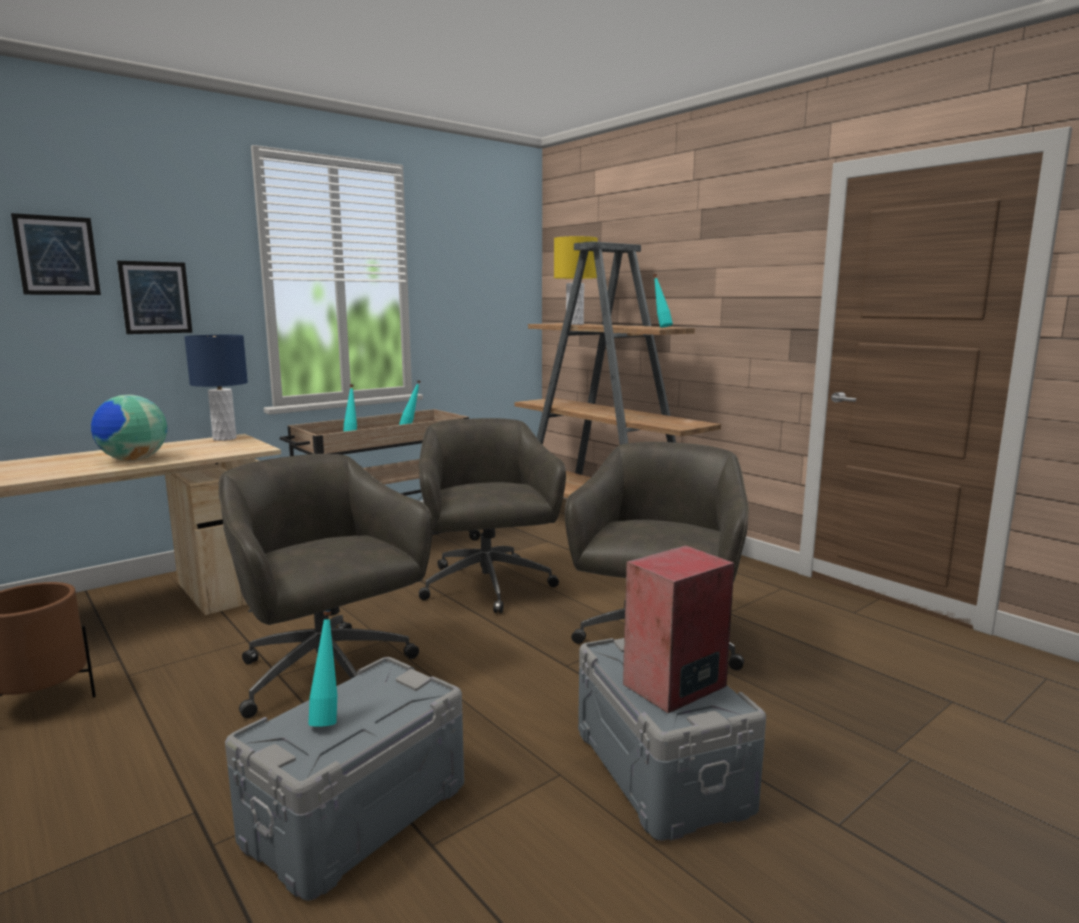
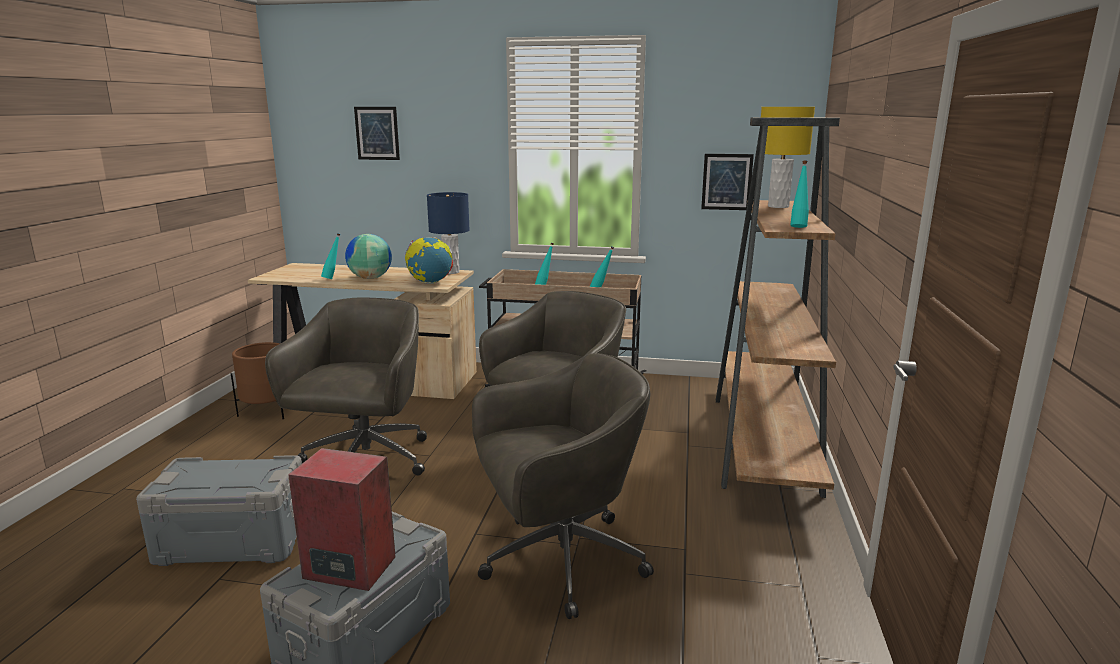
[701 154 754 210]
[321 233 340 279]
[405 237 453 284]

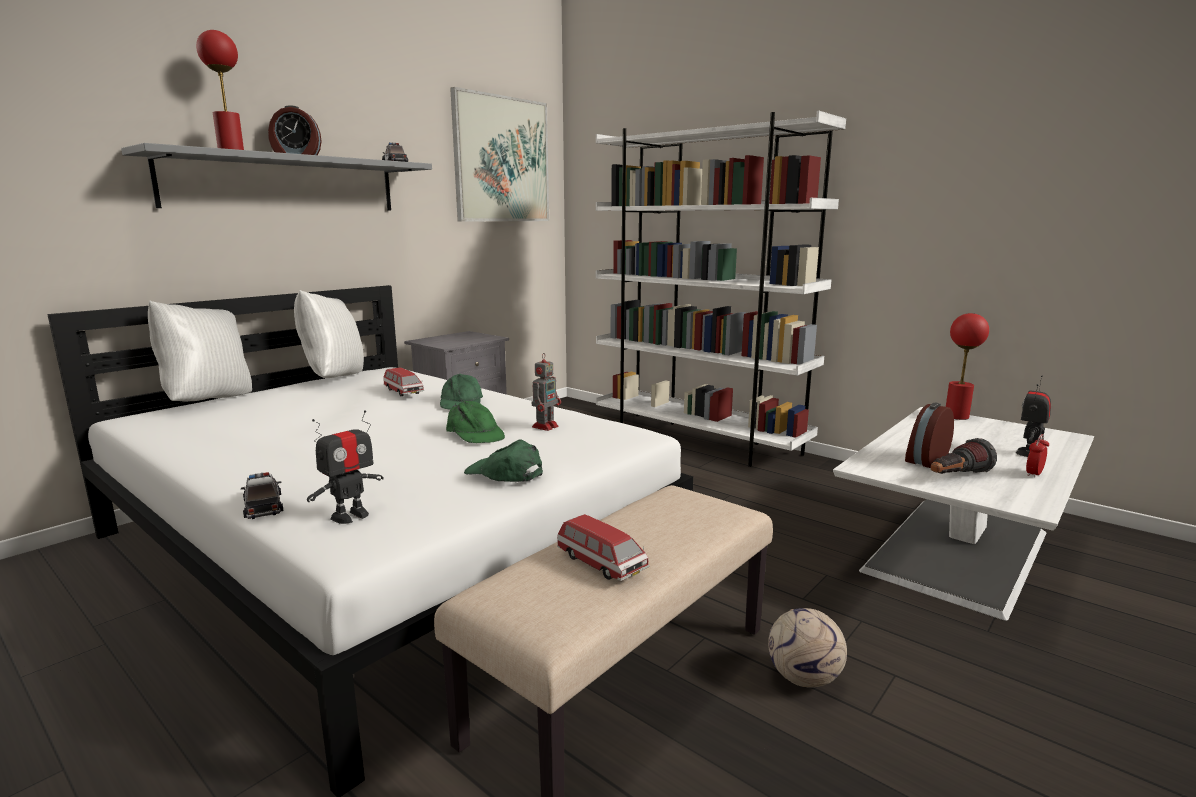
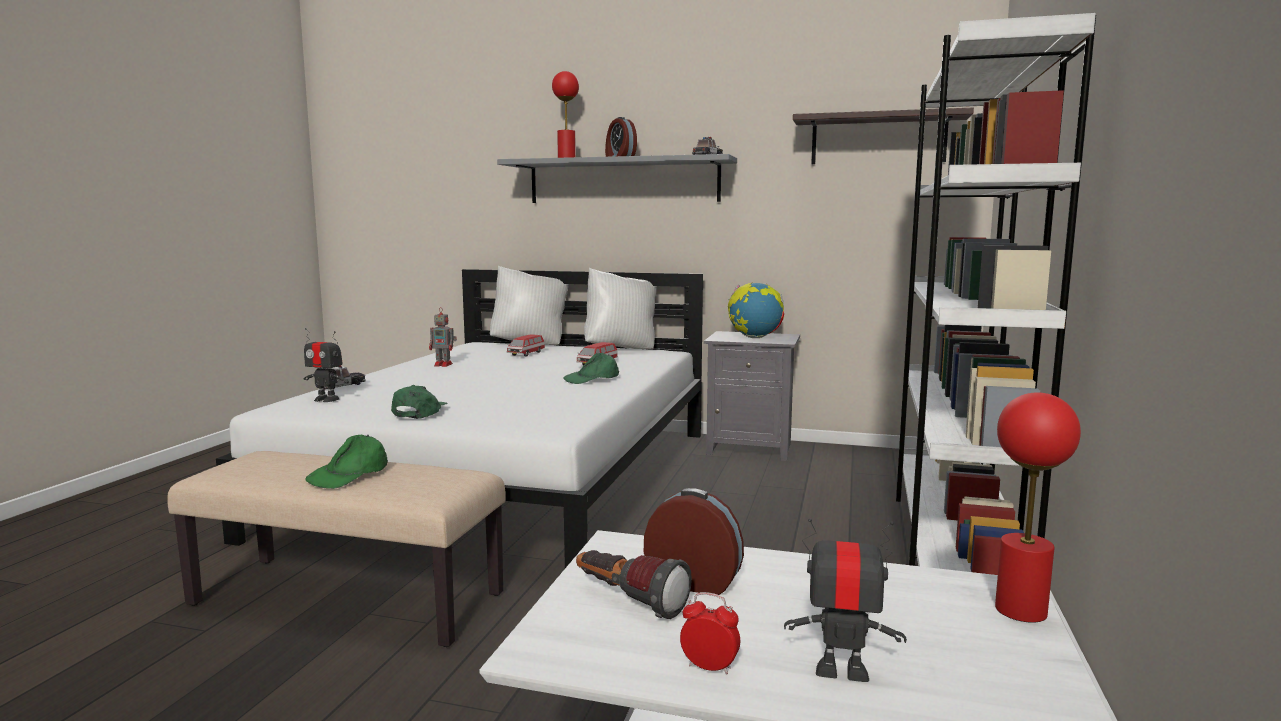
[305 435 387 489]
[793 108 974 164]
[429 307 457 367]
[507 334 545 357]
[768 608 847 688] (first image)
[728 283 785 338]

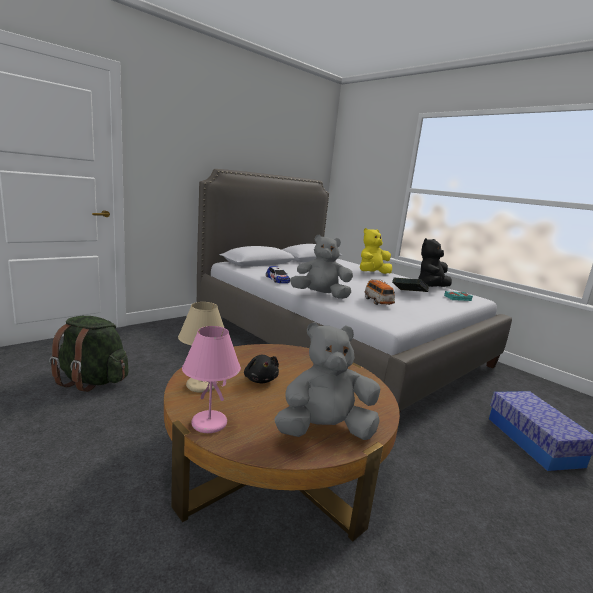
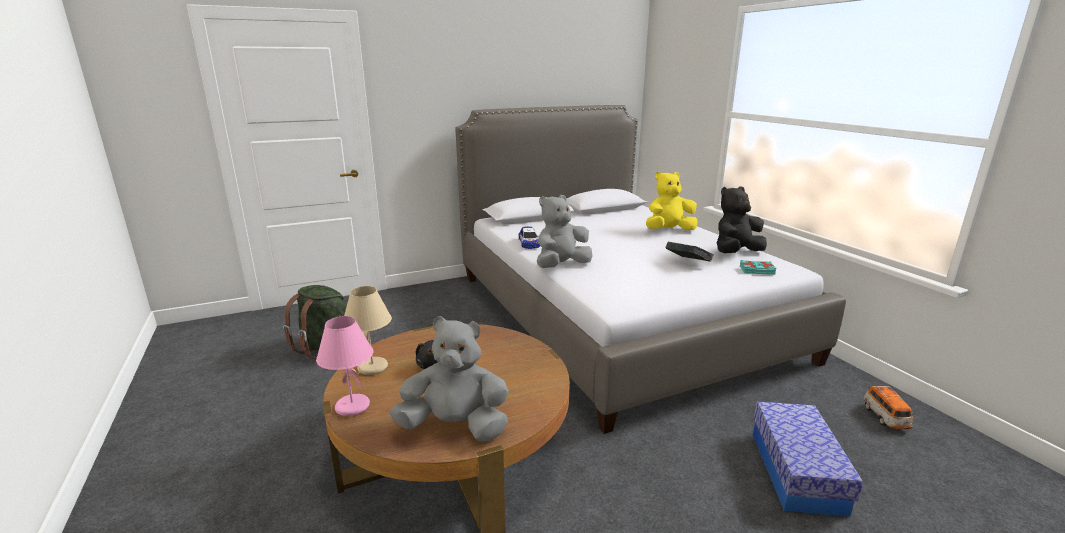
[537 195 592 268]
[864 386 913 429]

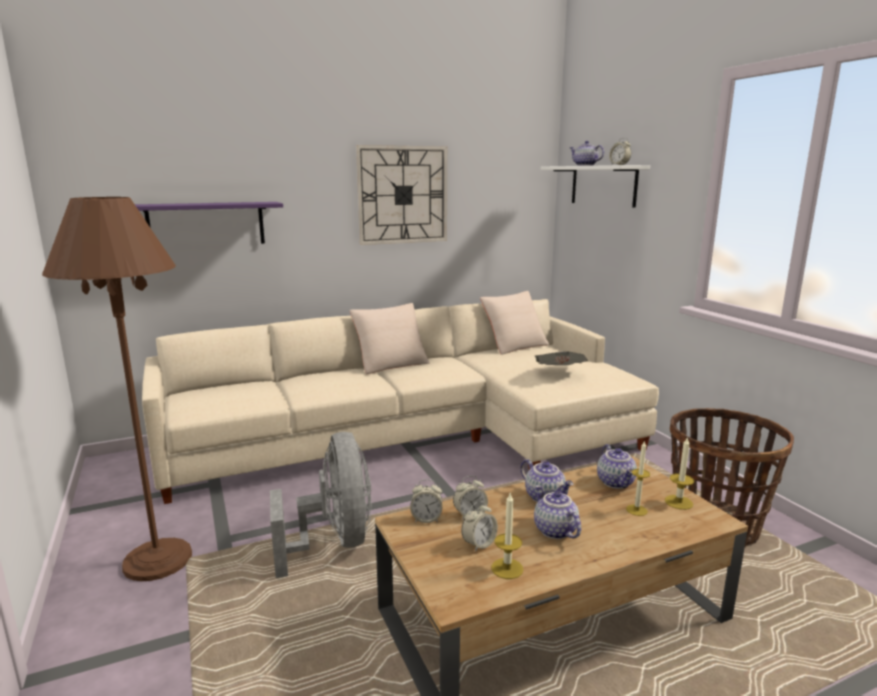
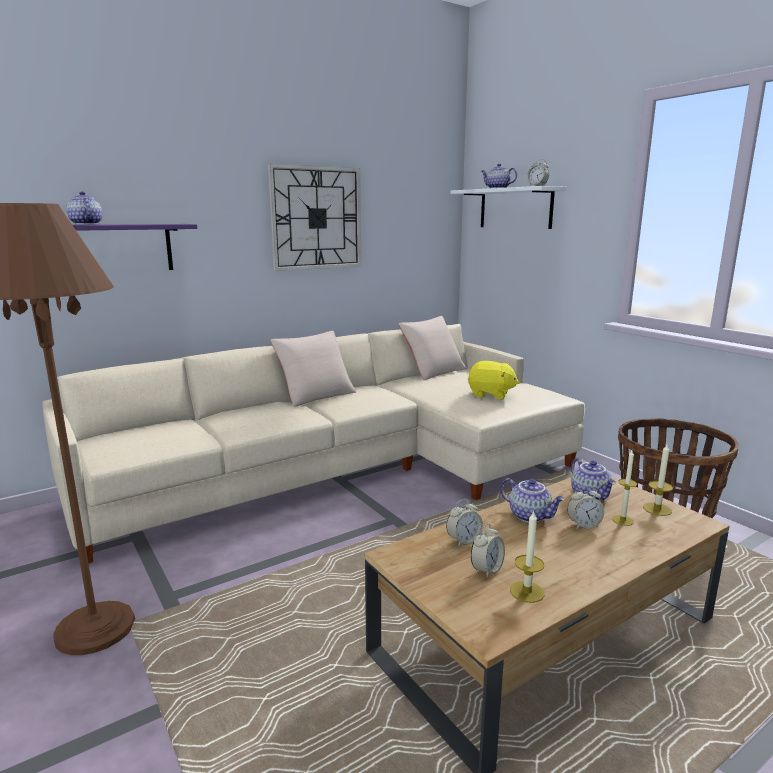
[270 432 372 578] (first image)
[567 485 604 529]
[66 192 102 225]
[468 361 520 399]

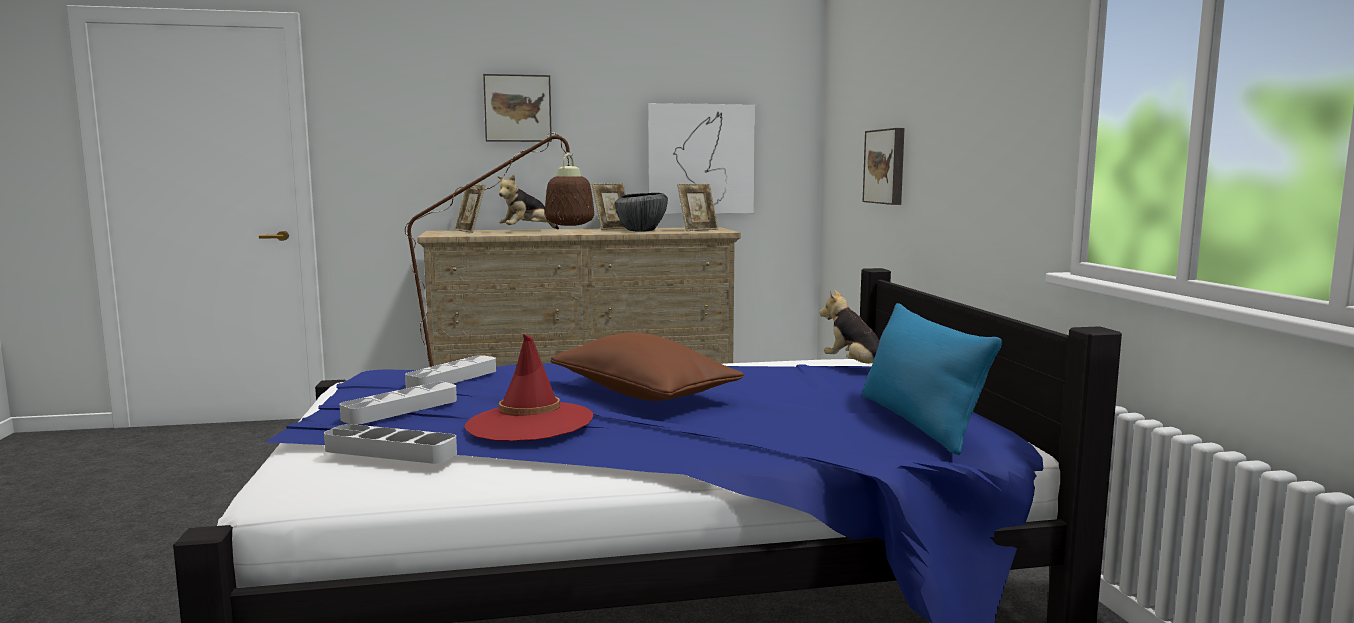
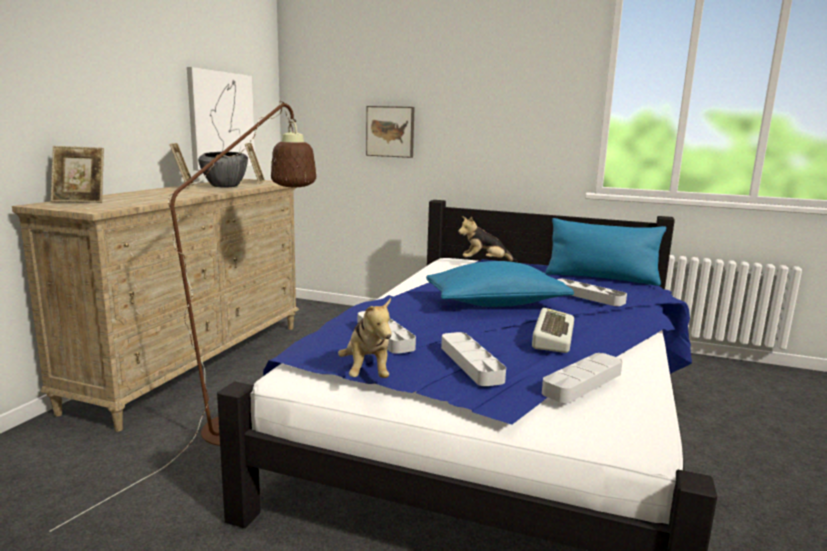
[532 308 574 353]
[483 74 552 142] (first image)
[338 298 392 378]
[426 261 574 307]
[557 279 627 306]

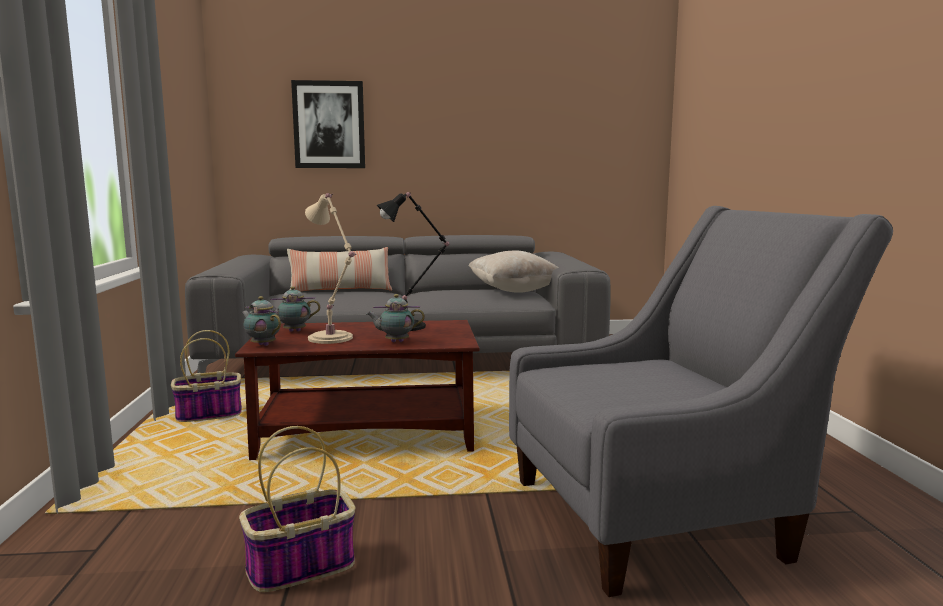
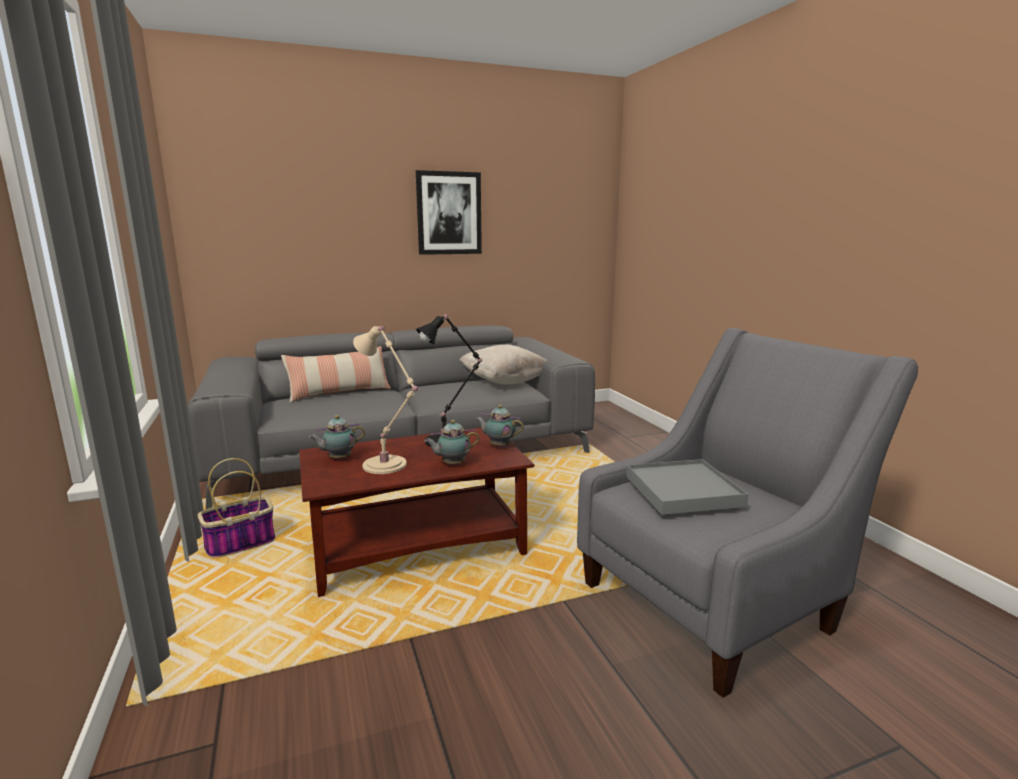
[239 426 356 592] (first image)
[476 405 524 447]
[416 170 482 255]
[626 459 749 515]

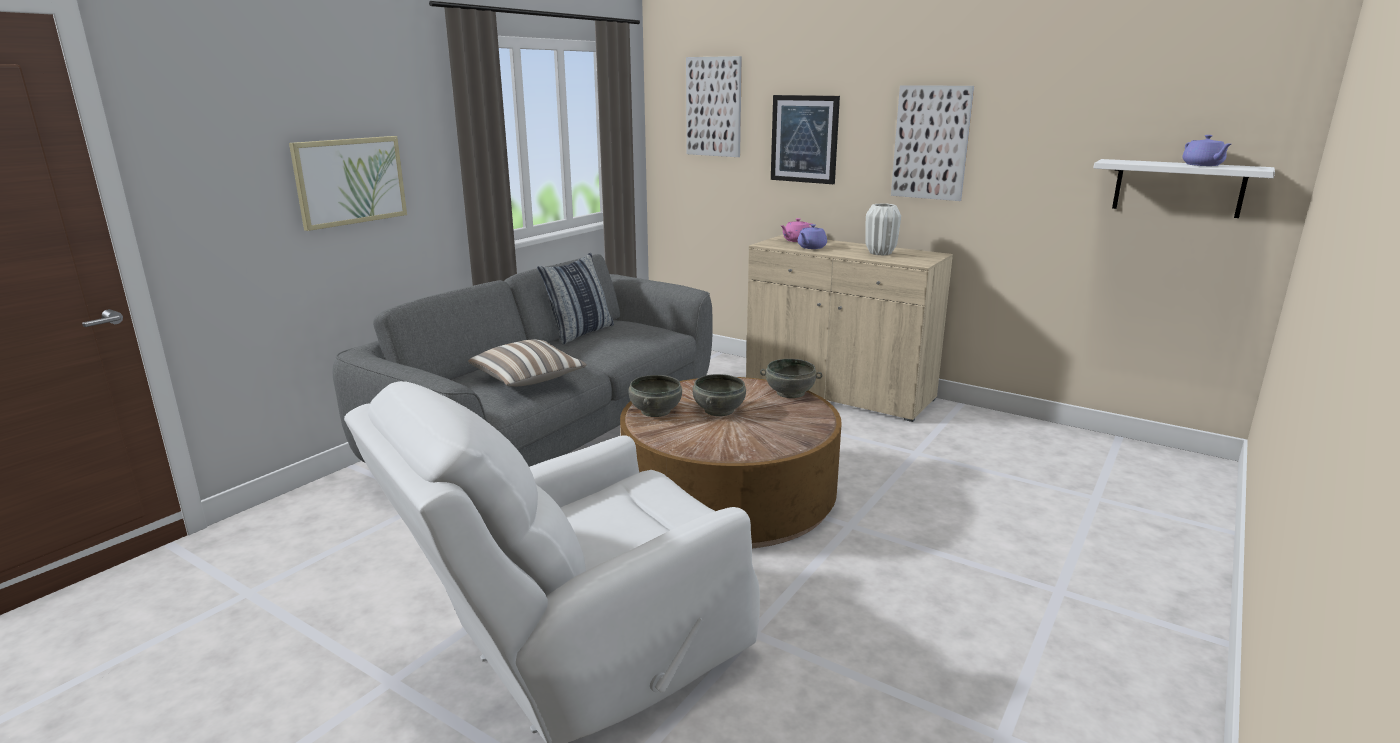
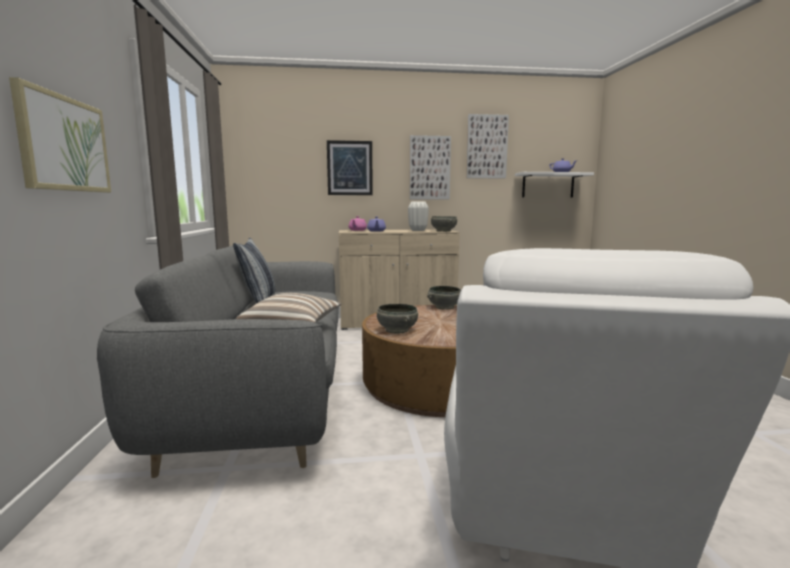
[466 114 509 178]
[431 216 457 232]

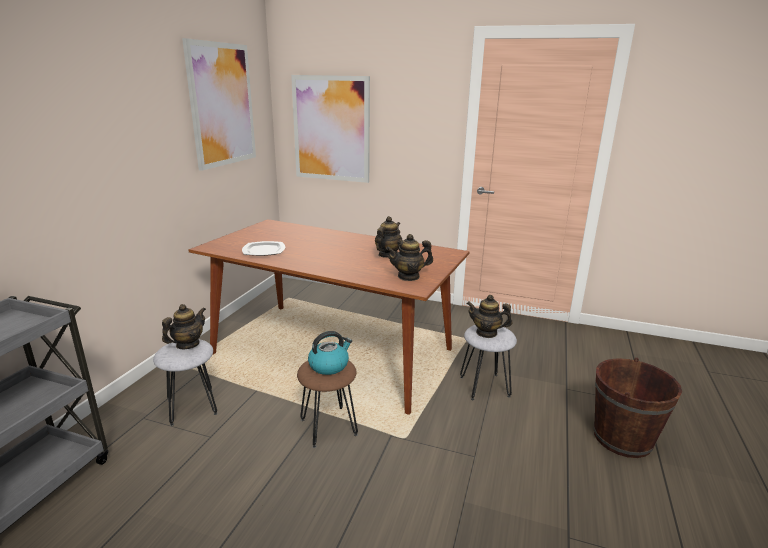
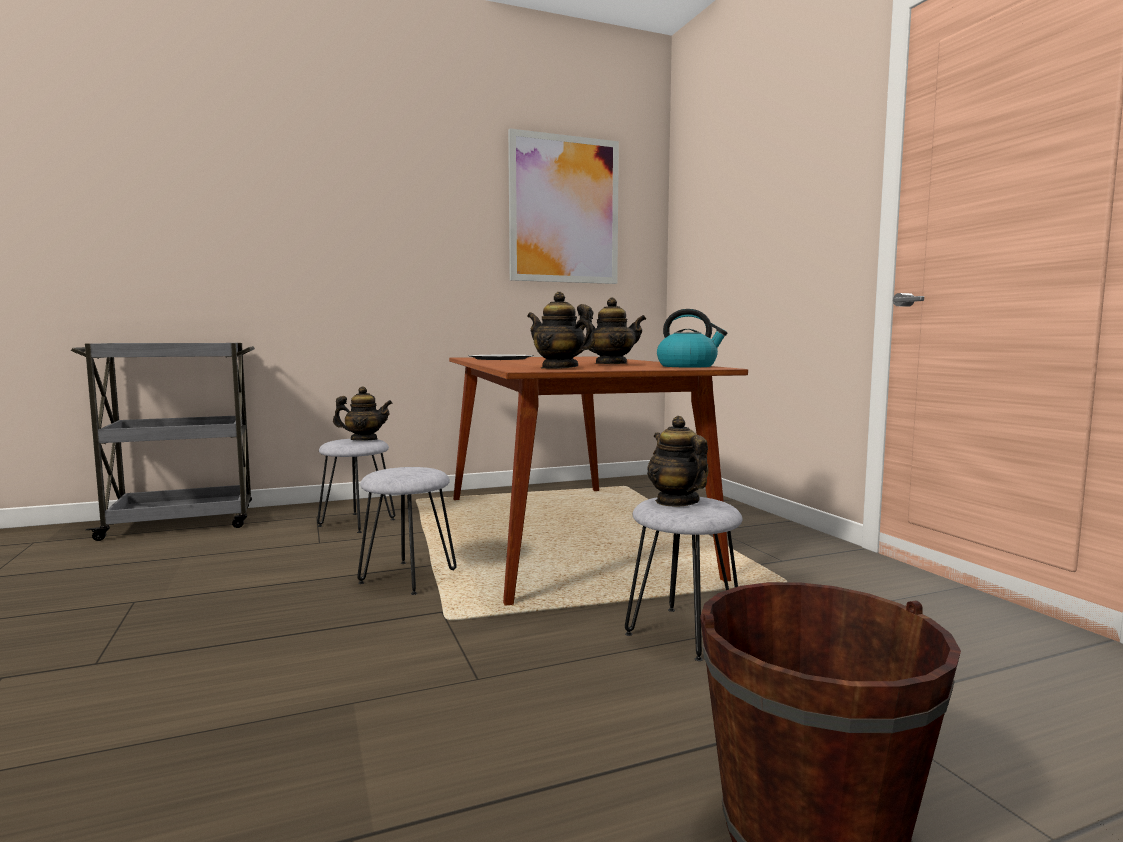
[291 75 370 183] (first image)
[357 467 457 595]
[657 309 727 367]

